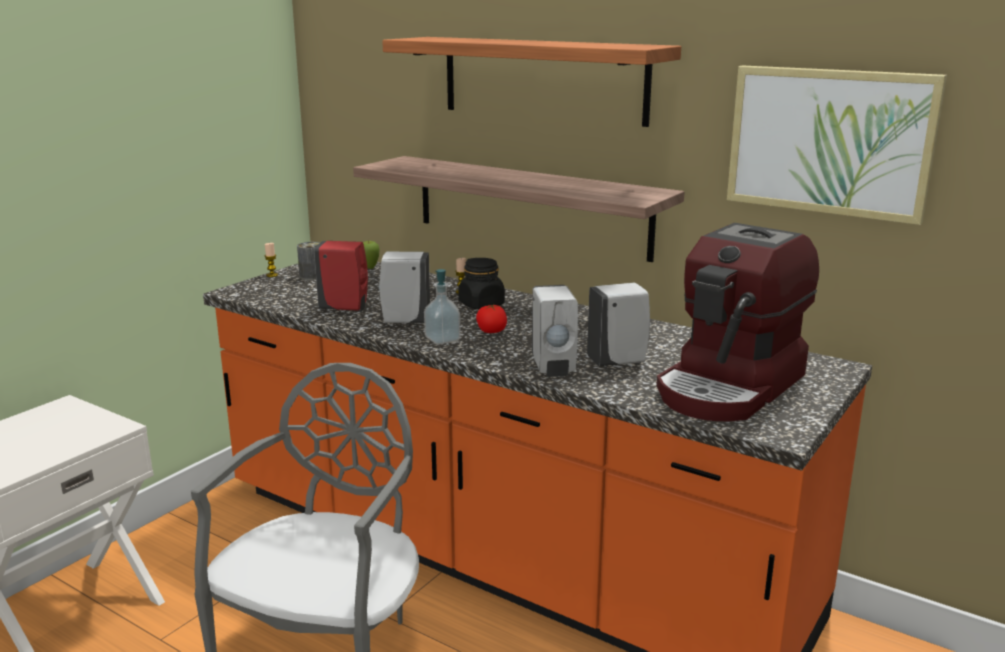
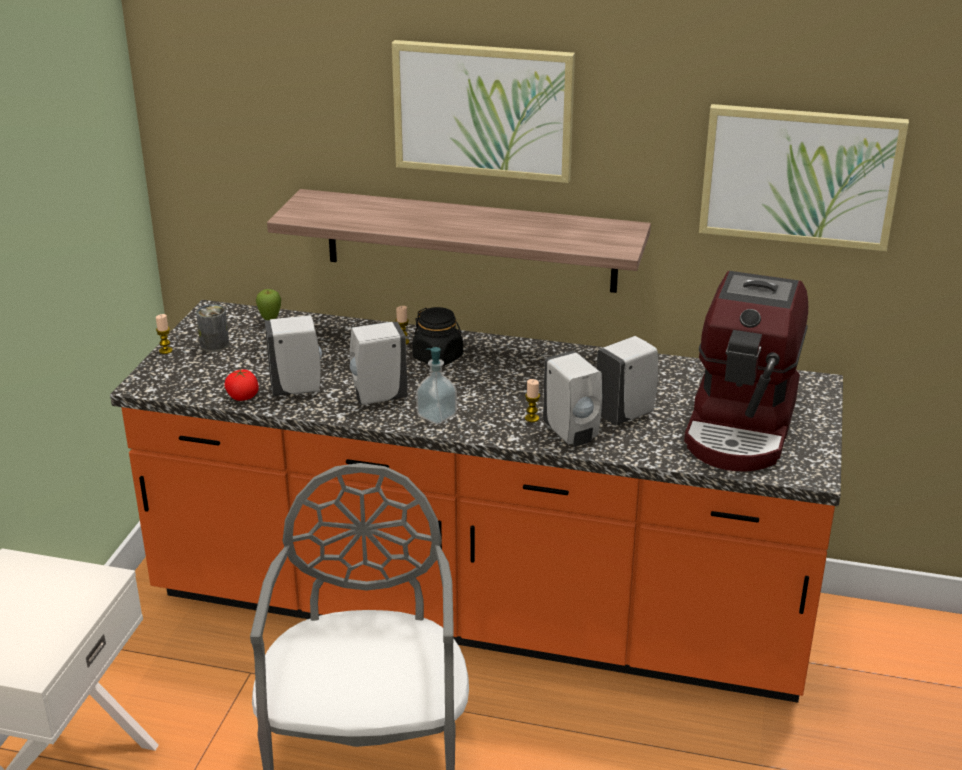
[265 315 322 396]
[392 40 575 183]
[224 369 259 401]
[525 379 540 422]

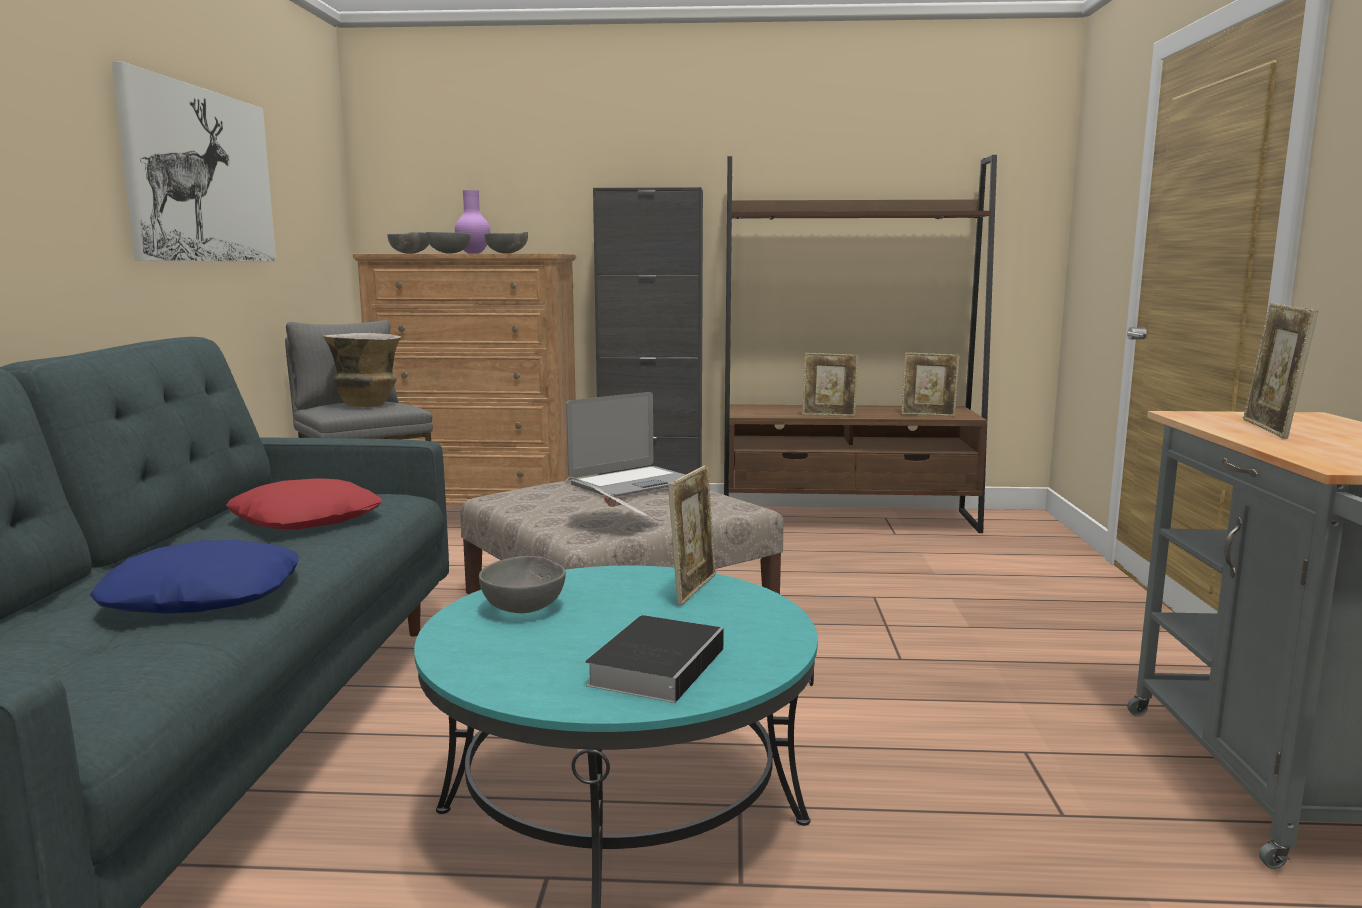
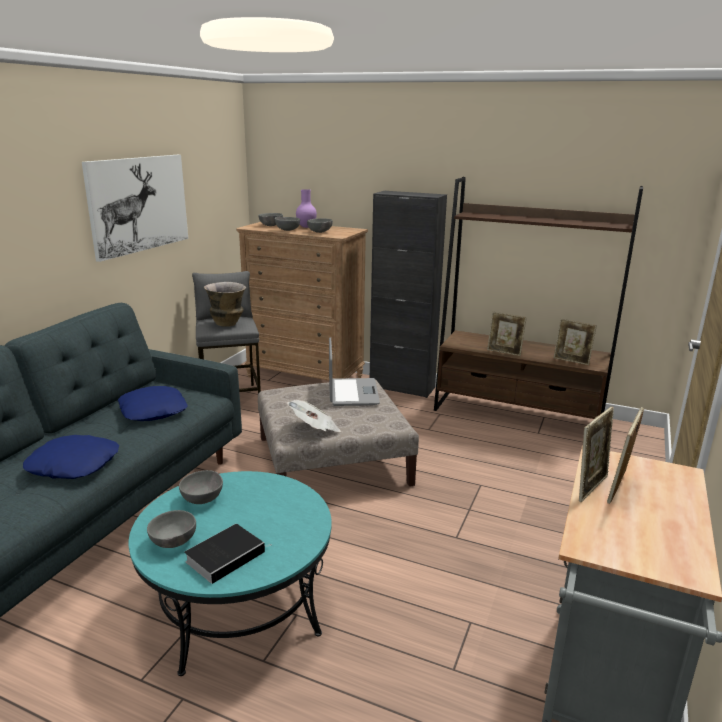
[118 386 188 421]
[329 337 380 406]
[579 406 614 502]
[147 510 196 548]

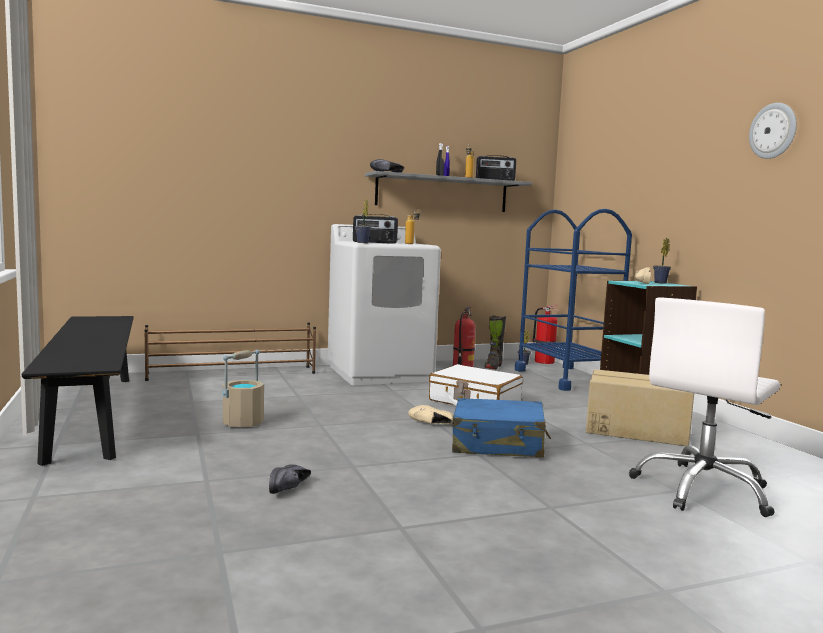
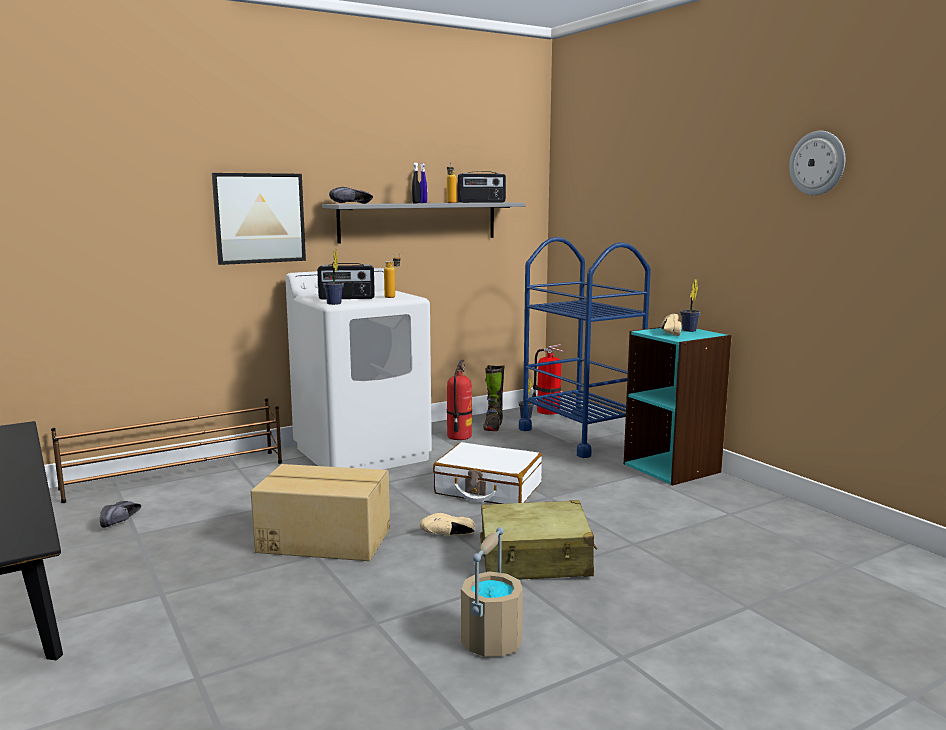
[461 527 523 657]
[100 501 141 528]
[480 500 597 579]
[251 464 390 561]
[629 298 780 517] (first image)
[212 173 306 265]

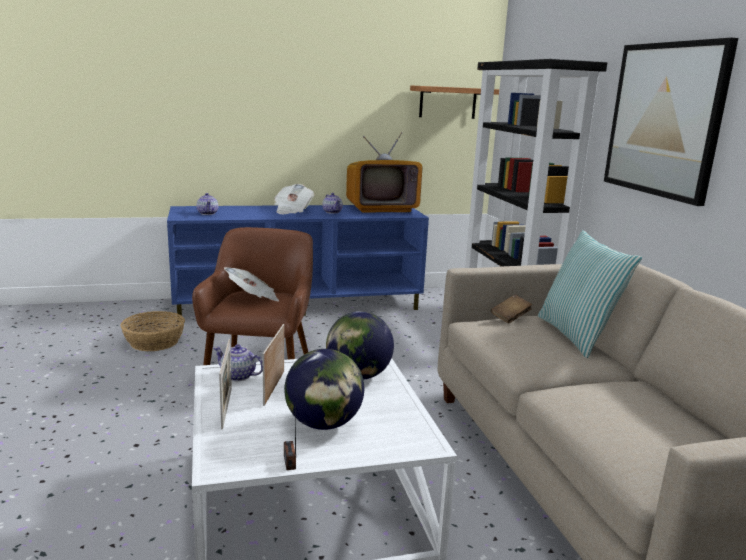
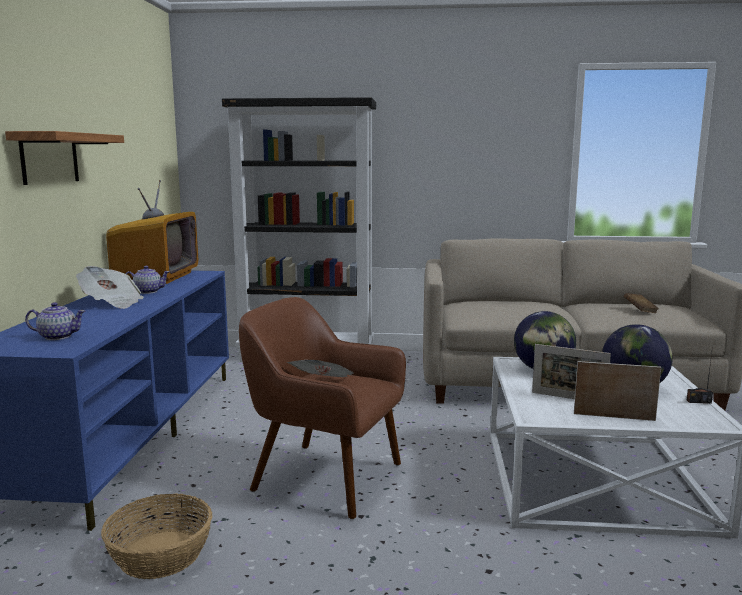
[213 344 263 381] (first image)
[5 131 124 185]
[624 293 659 313]
[538 230 642 358] (first image)
[604 38 738 206] (first image)

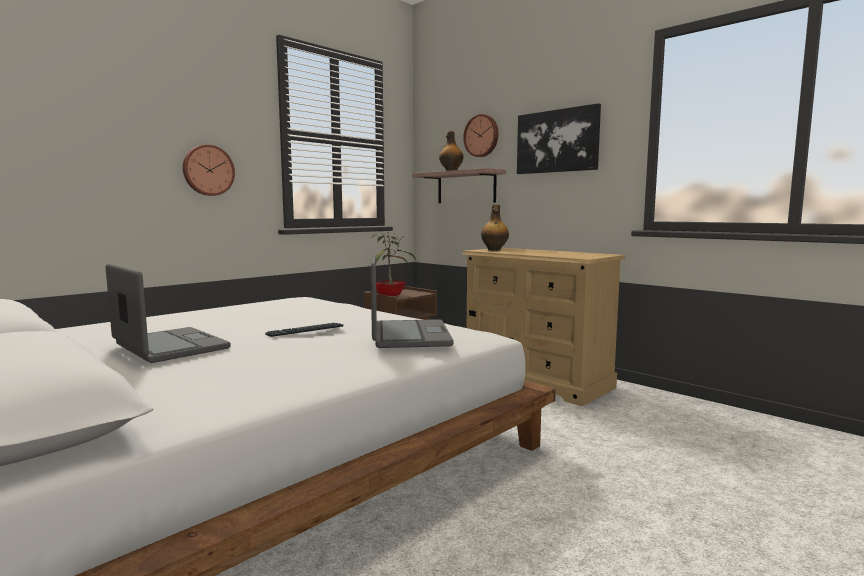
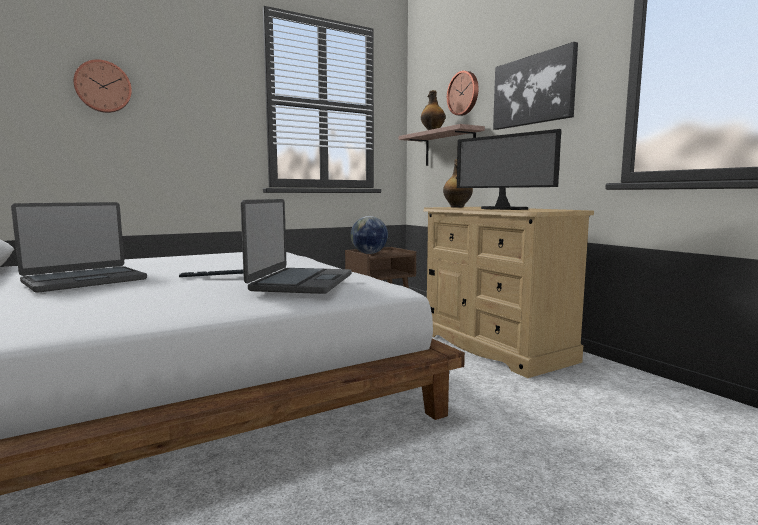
[11 202 147 293]
[74 59 132 113]
[351 216 388 254]
[457 129 561 210]

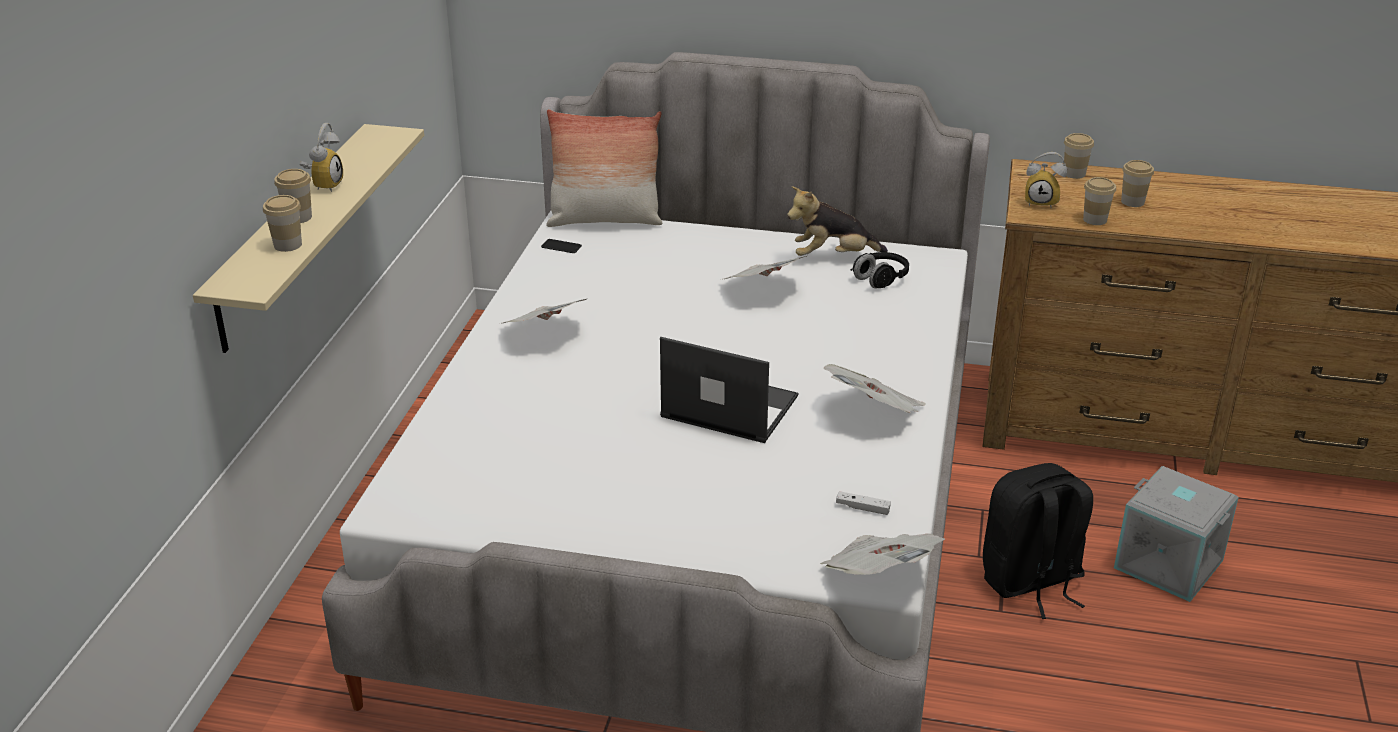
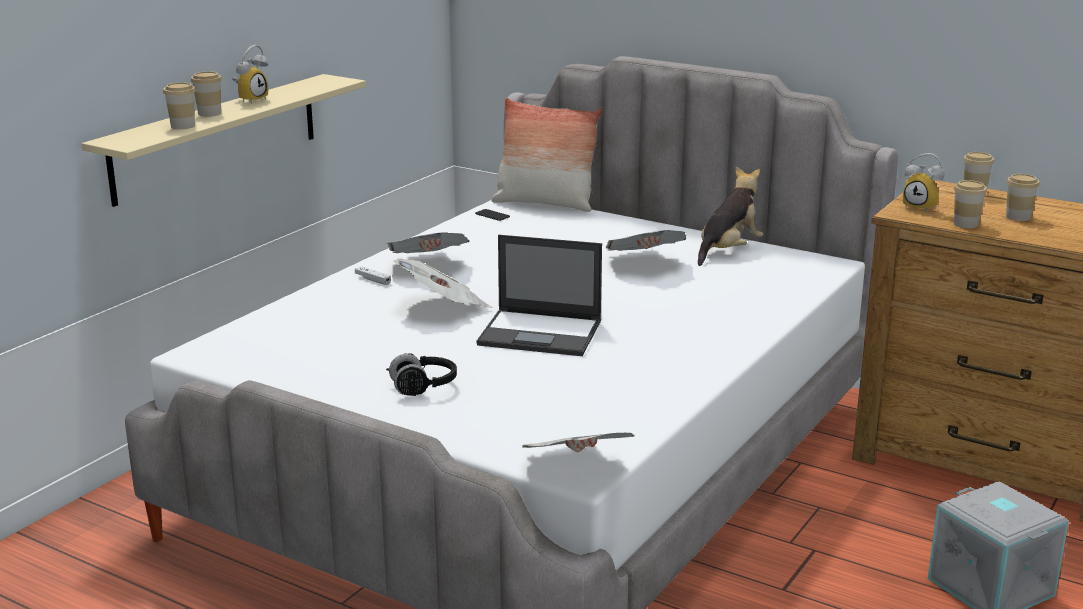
[476 235 602 356]
[698 166 763 266]
[394 259 493 308]
[355 266 391 285]
[386 353 457 396]
[983 463 1093 619] (first image)

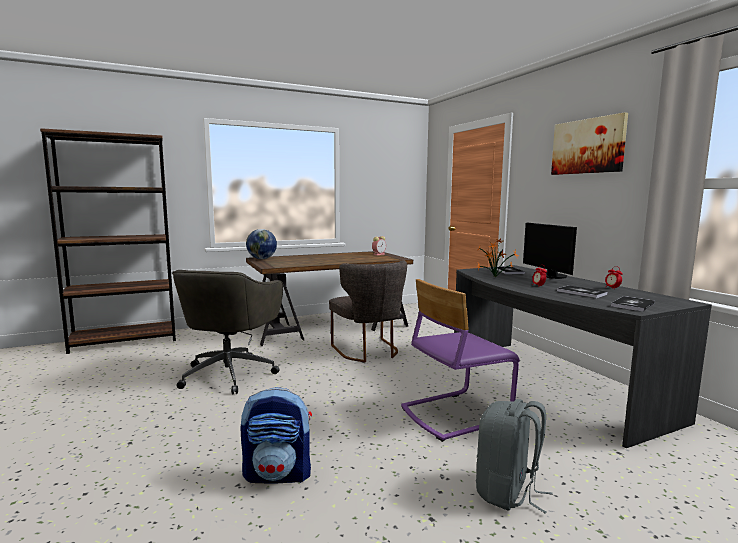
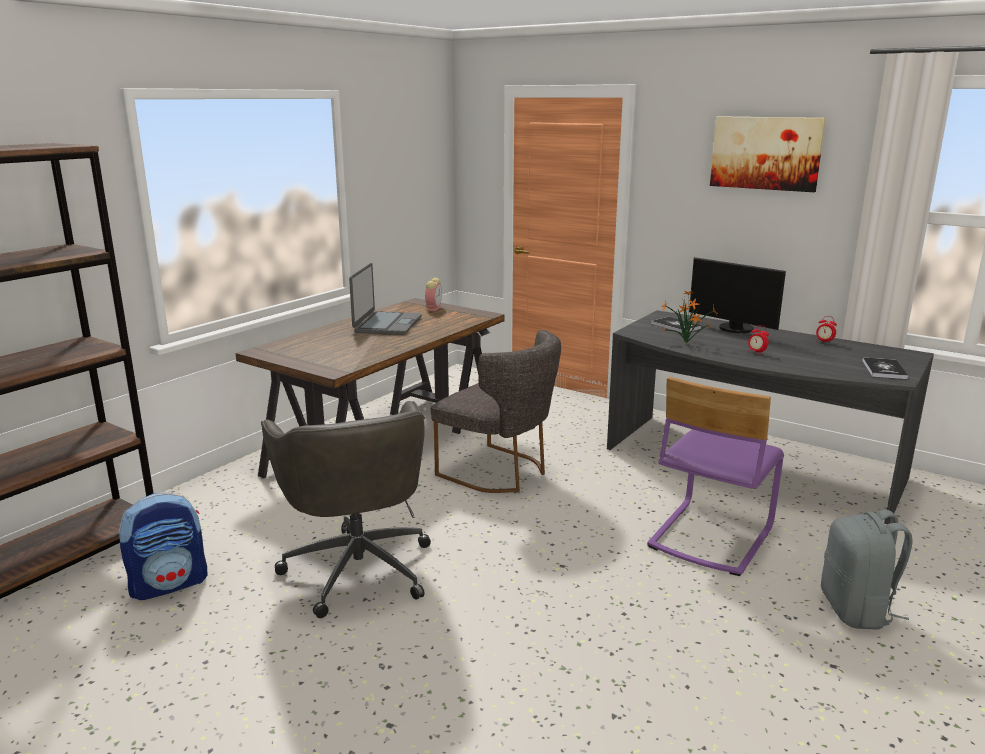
[119 492 207 600]
[246 229 277 259] (first image)
[557 286 608 298] (first image)
[349 263 422 335]

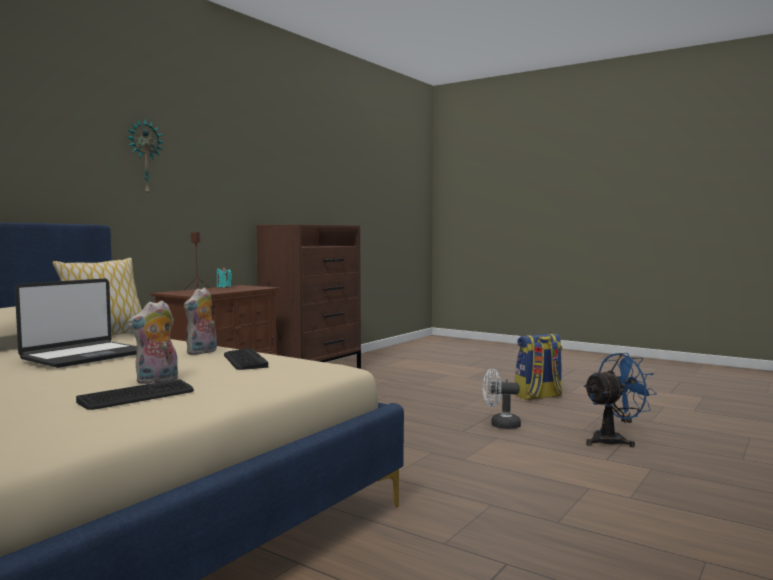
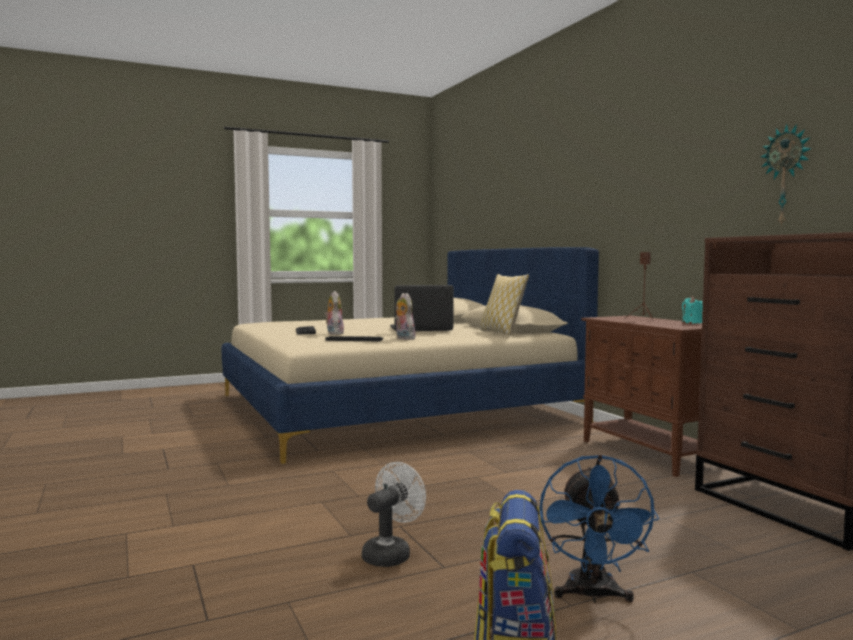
[390 285 454 331]
[760 124 812 227]
[540 454 659 603]

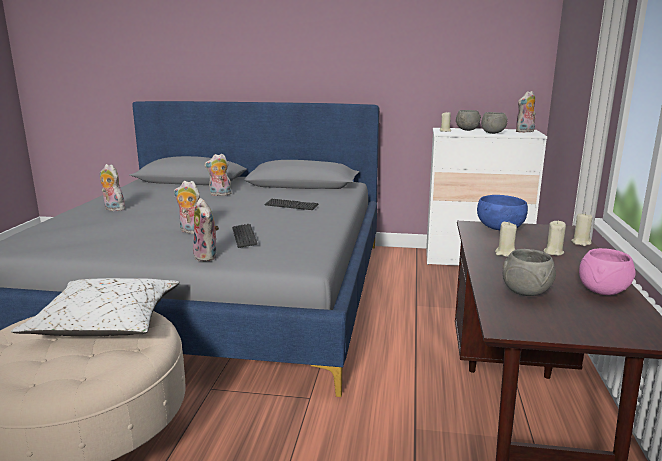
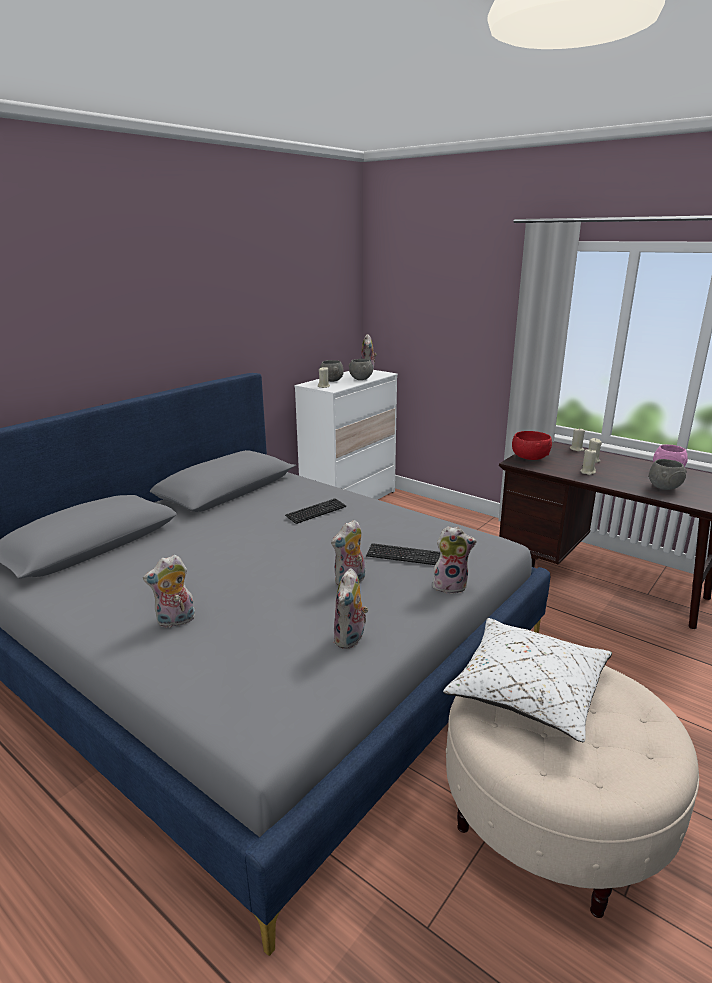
[333 568 368 649]
[512 431 552 460]

